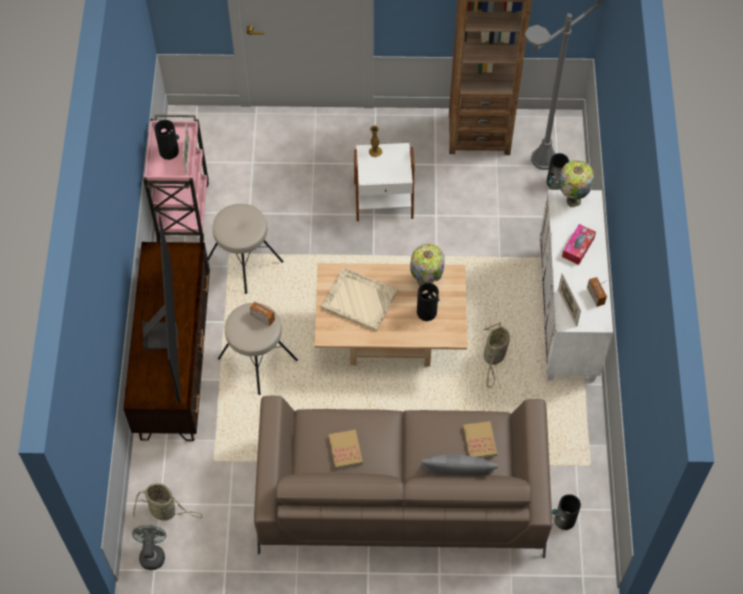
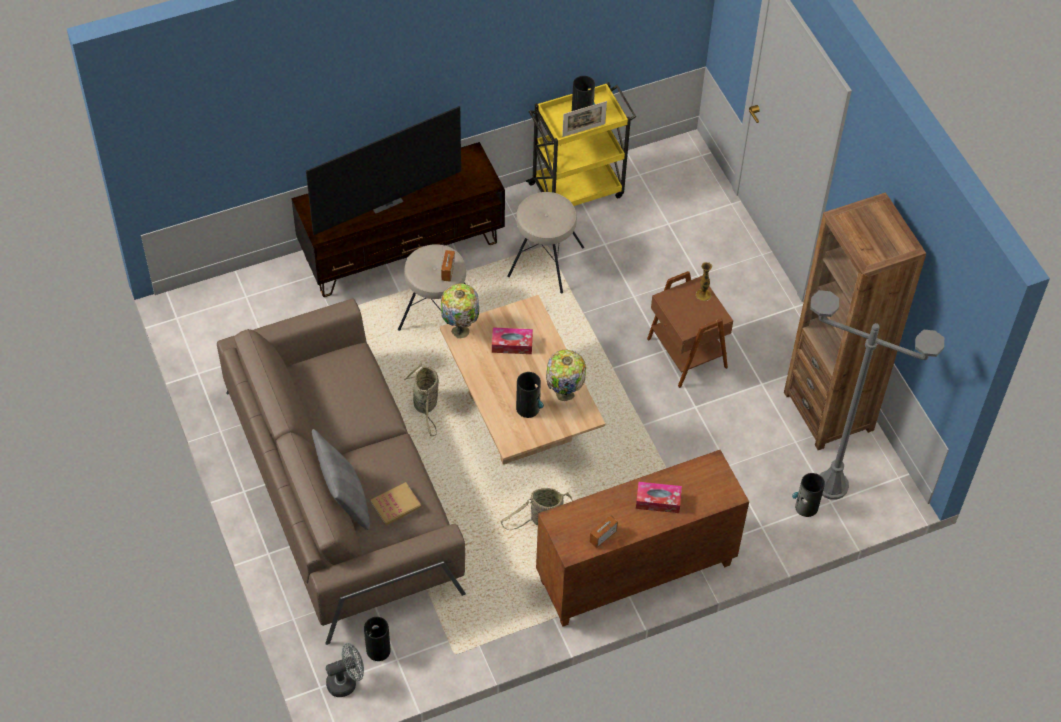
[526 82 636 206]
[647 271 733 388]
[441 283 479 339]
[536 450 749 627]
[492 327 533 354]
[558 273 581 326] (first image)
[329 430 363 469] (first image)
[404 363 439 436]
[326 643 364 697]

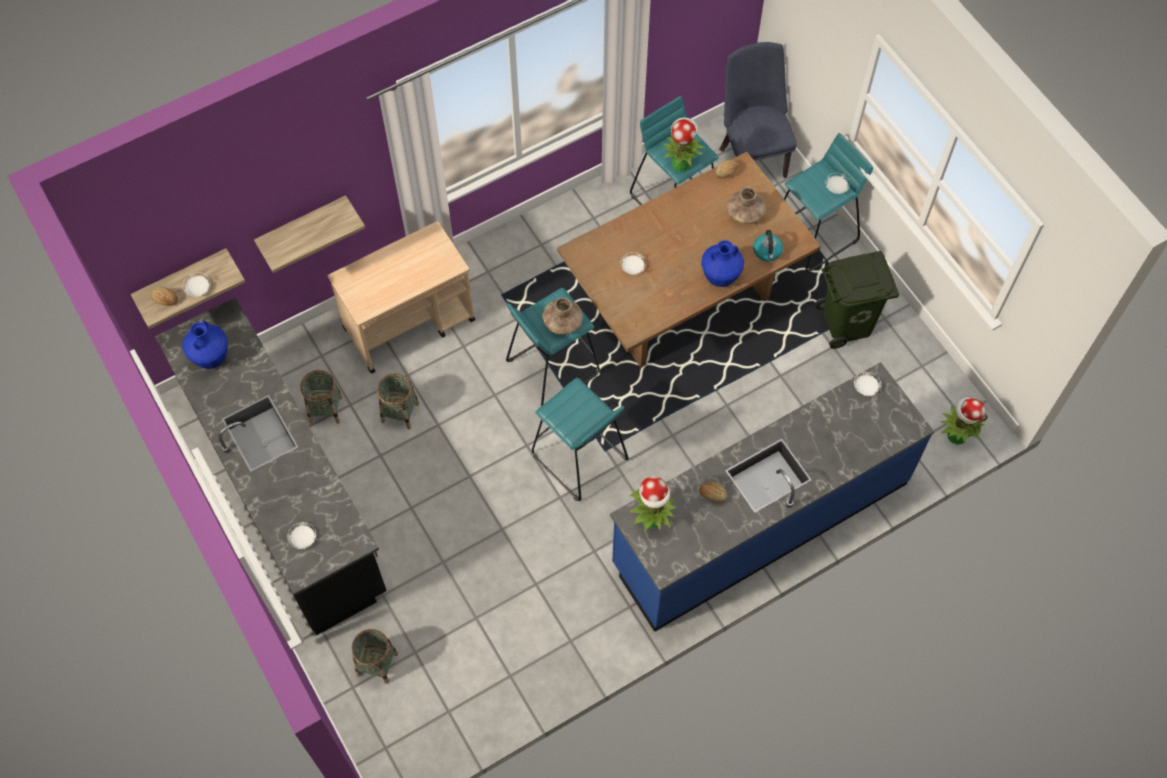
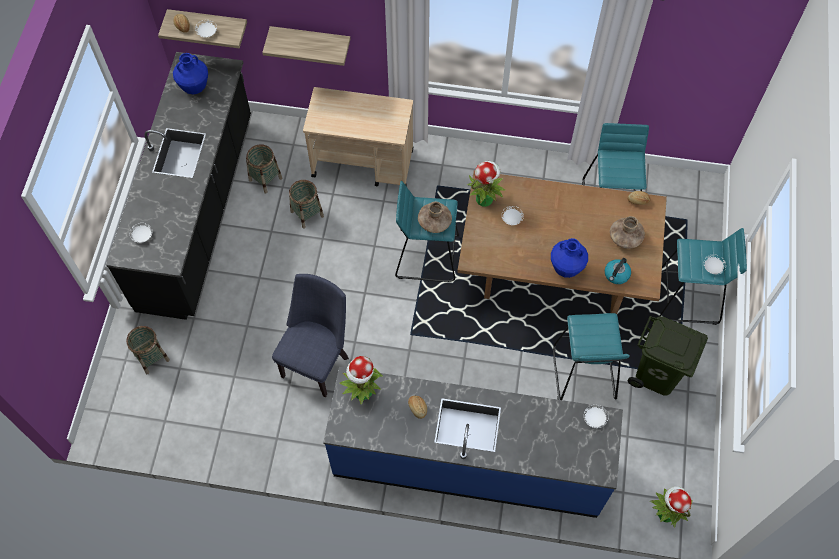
[272 274 349 397]
[467 161 506 207]
[553 313 630 400]

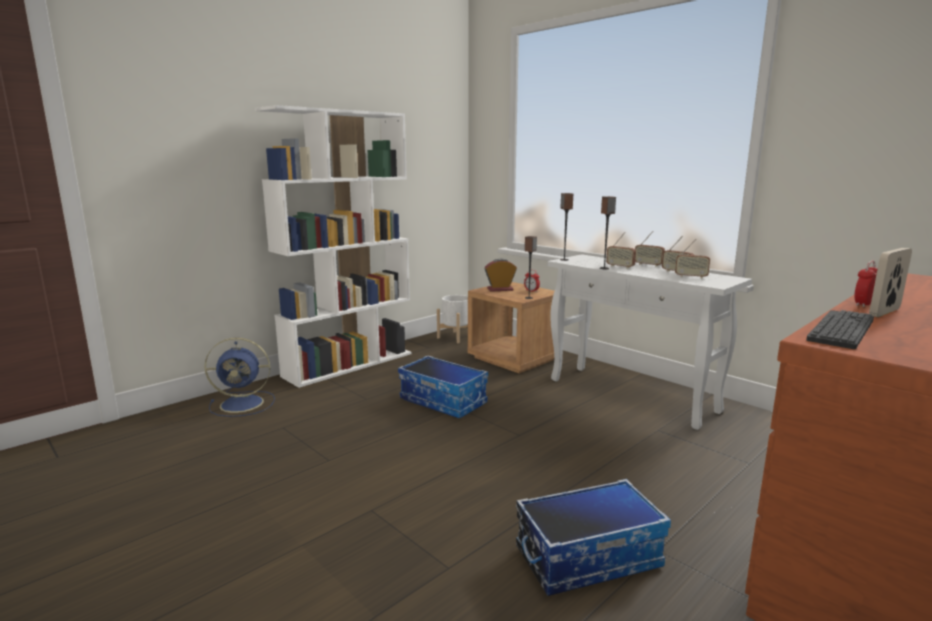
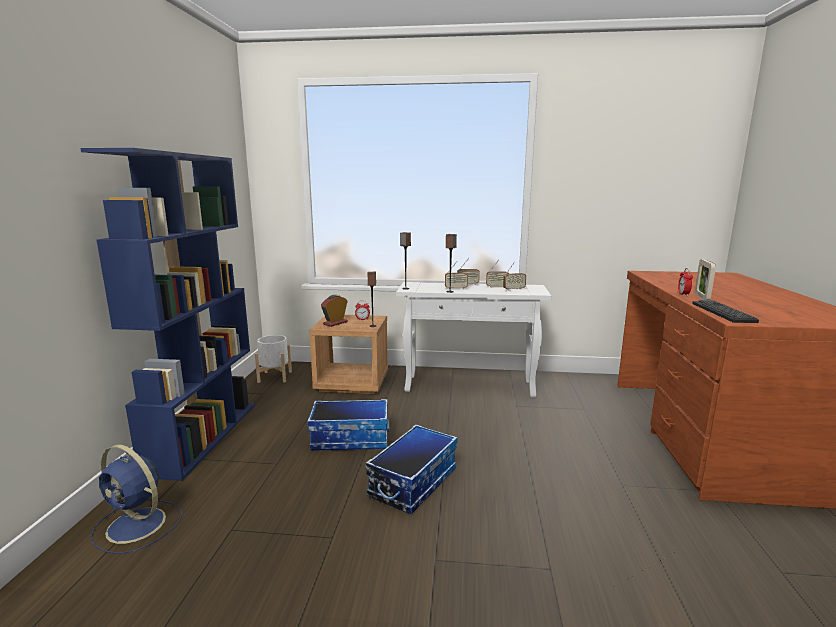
[80 148 255 481]
[91 444 182 554]
[366 424 458 514]

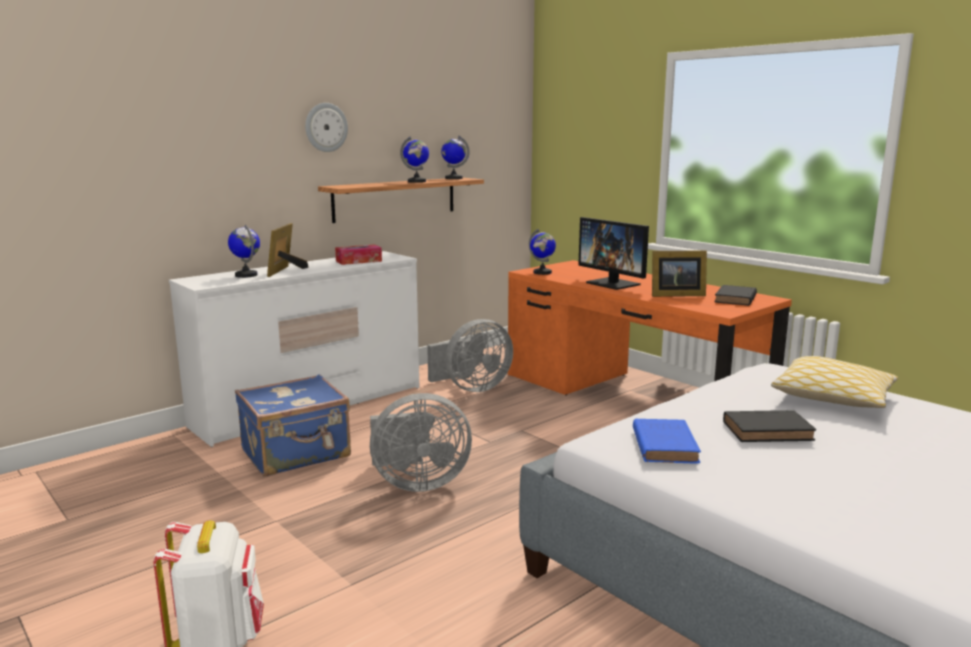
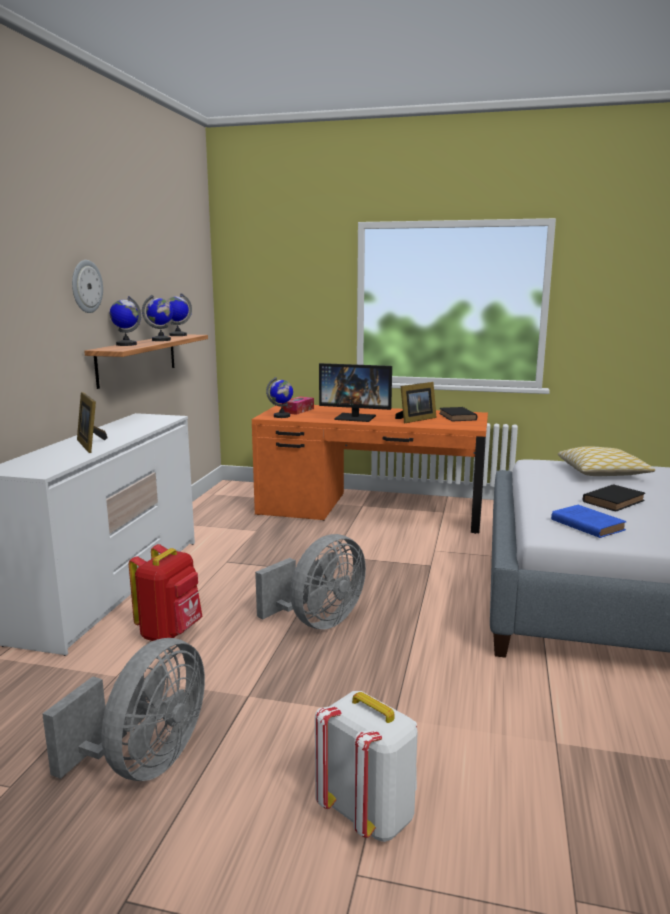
[110 296 141 346]
[282 396 314 415]
[42 638 205 781]
[129 544 202 641]

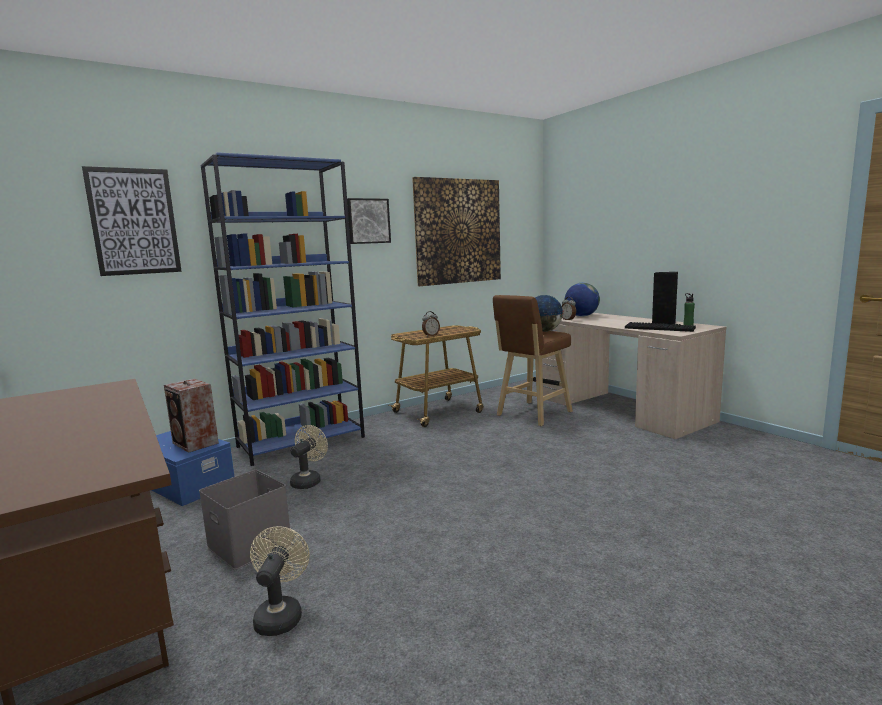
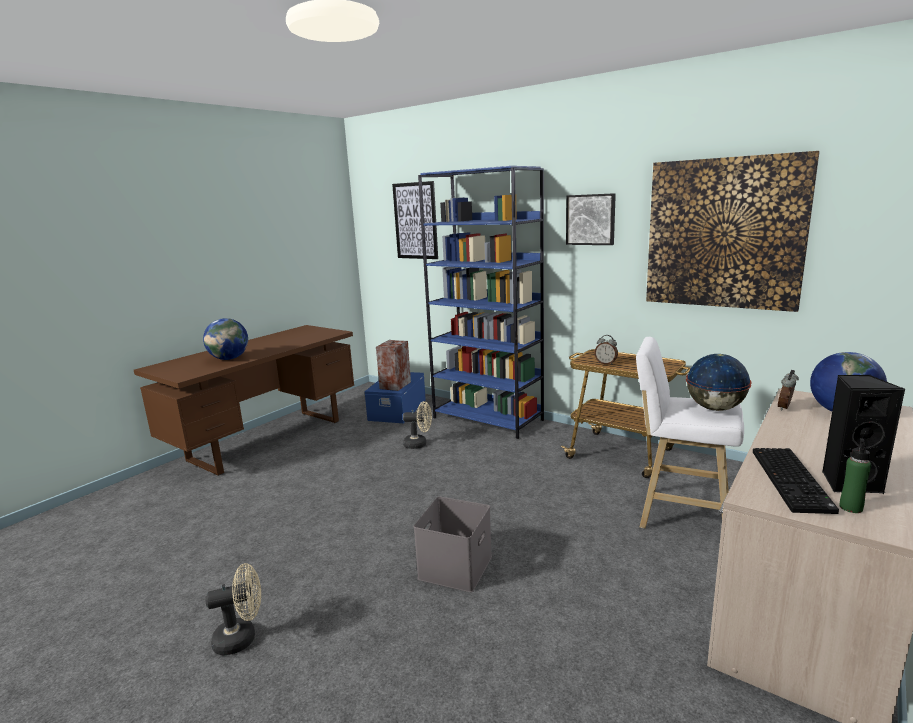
[636 337 744 529]
[414 497 492 592]
[205 563 261 656]
[203 318 248 360]

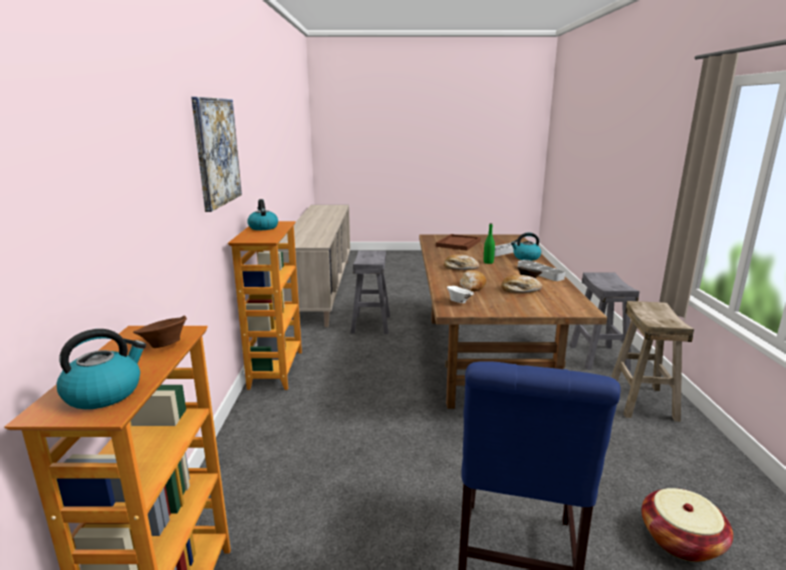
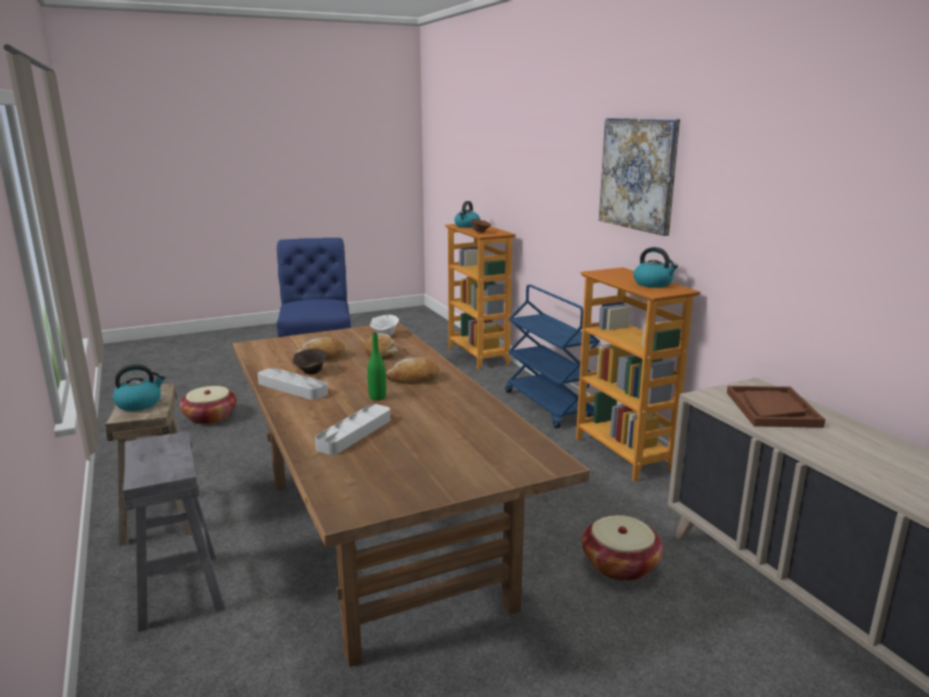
[113 364 166 411]
[727 386 825 428]
[582 515 663 581]
[506 284 600 428]

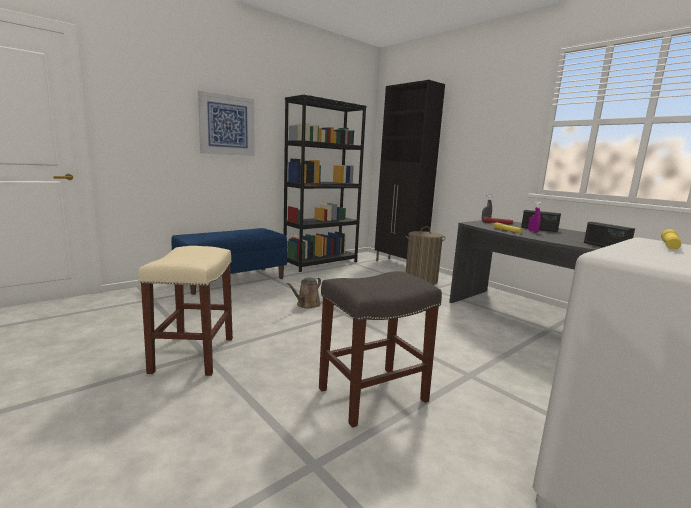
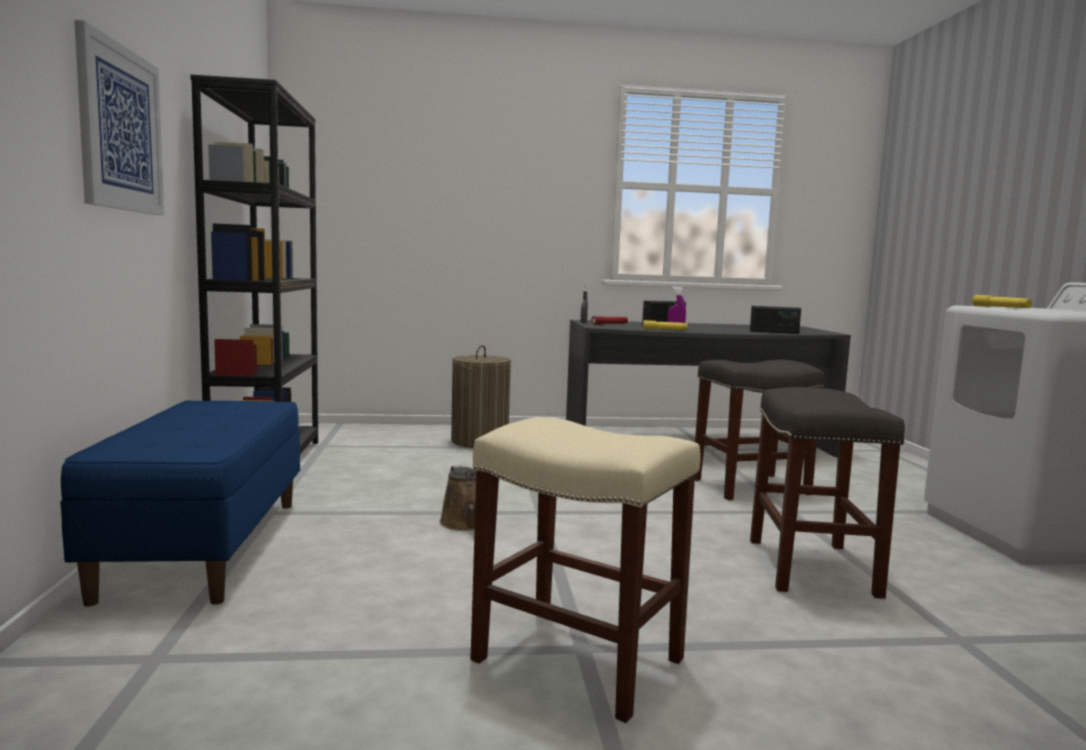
[375 80 445 261] (first image)
[695 360 824 500]

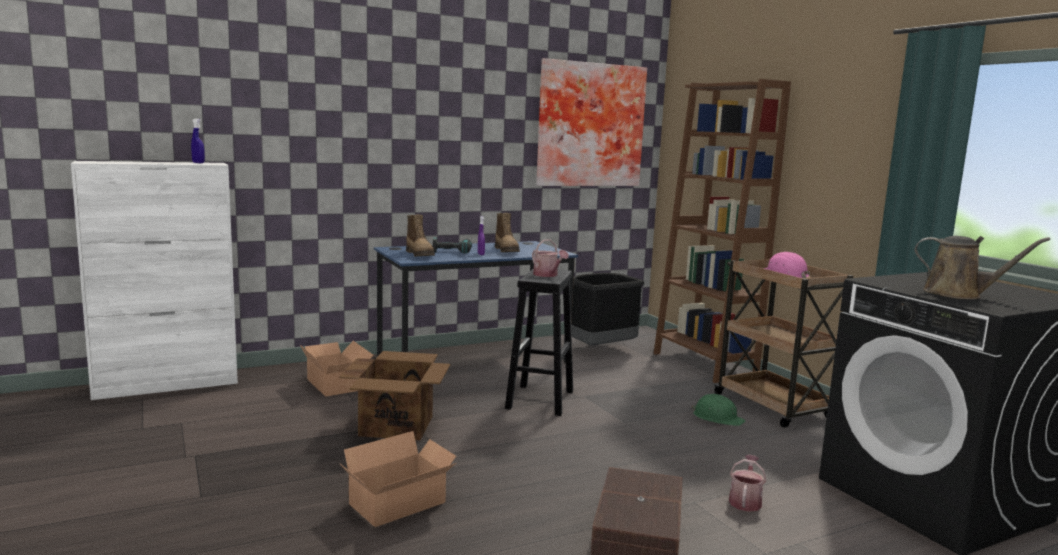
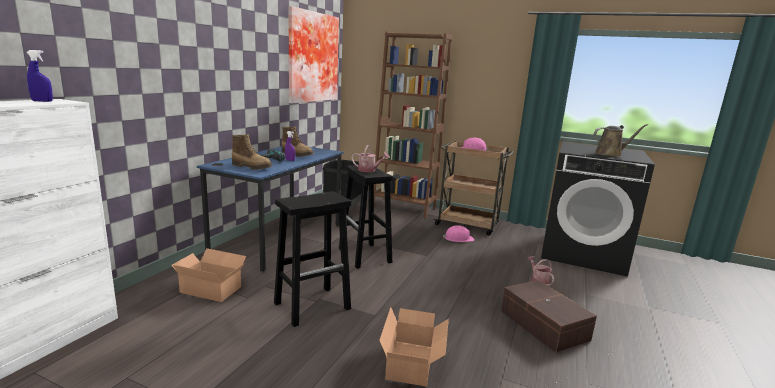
[274 191 351 327]
[443 225 474 242]

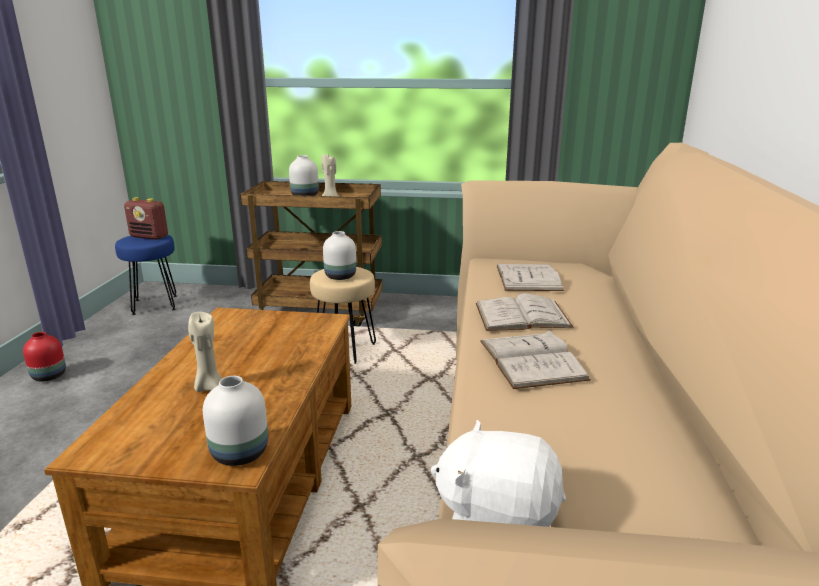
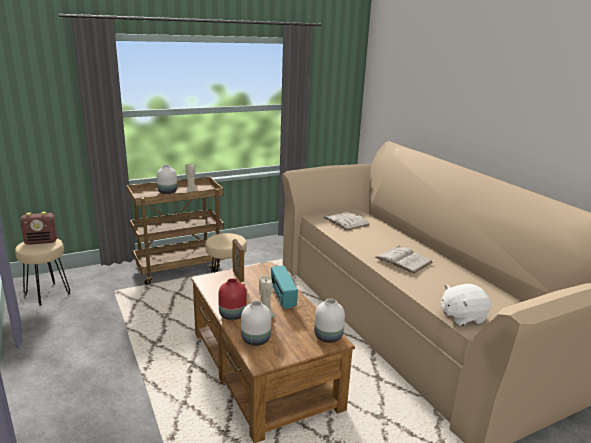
[241 301 271 346]
[15 238 71 306]
[476 293 574 331] (first image)
[218 278 247 320]
[232 239 244 282]
[271 266 298 309]

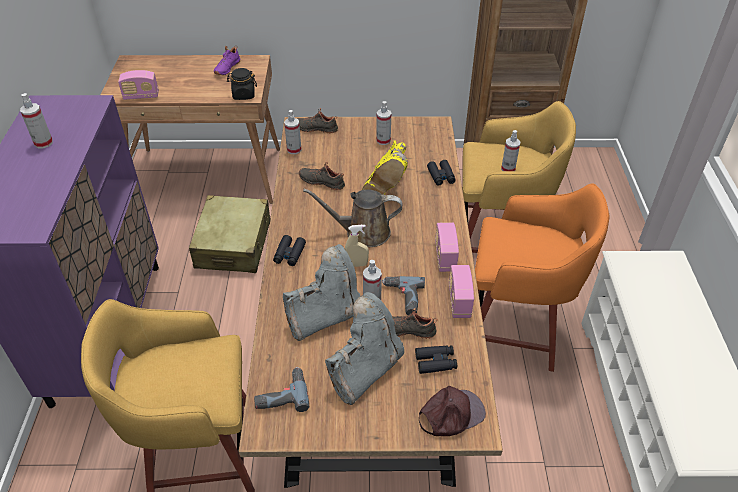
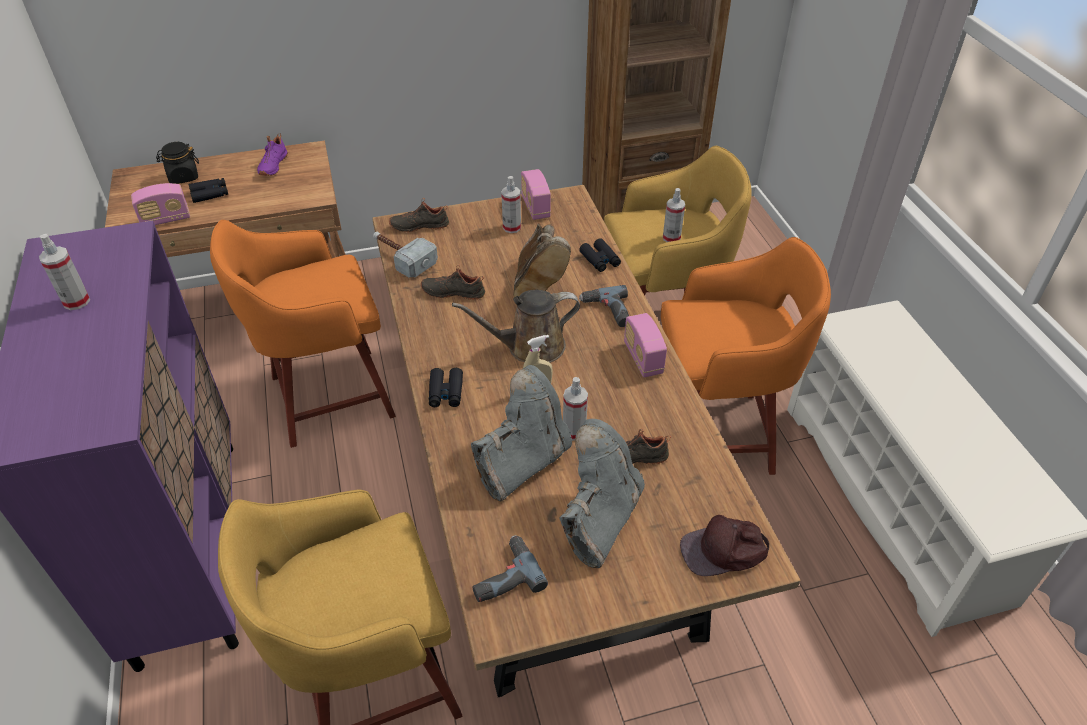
[156 142 199 184]
[373 232 438 278]
[514 223 571 297]
[210 220 396 448]
[521 169 551 220]
[579 285 629 327]
[188 178 228 203]
[680 515 769 576]

